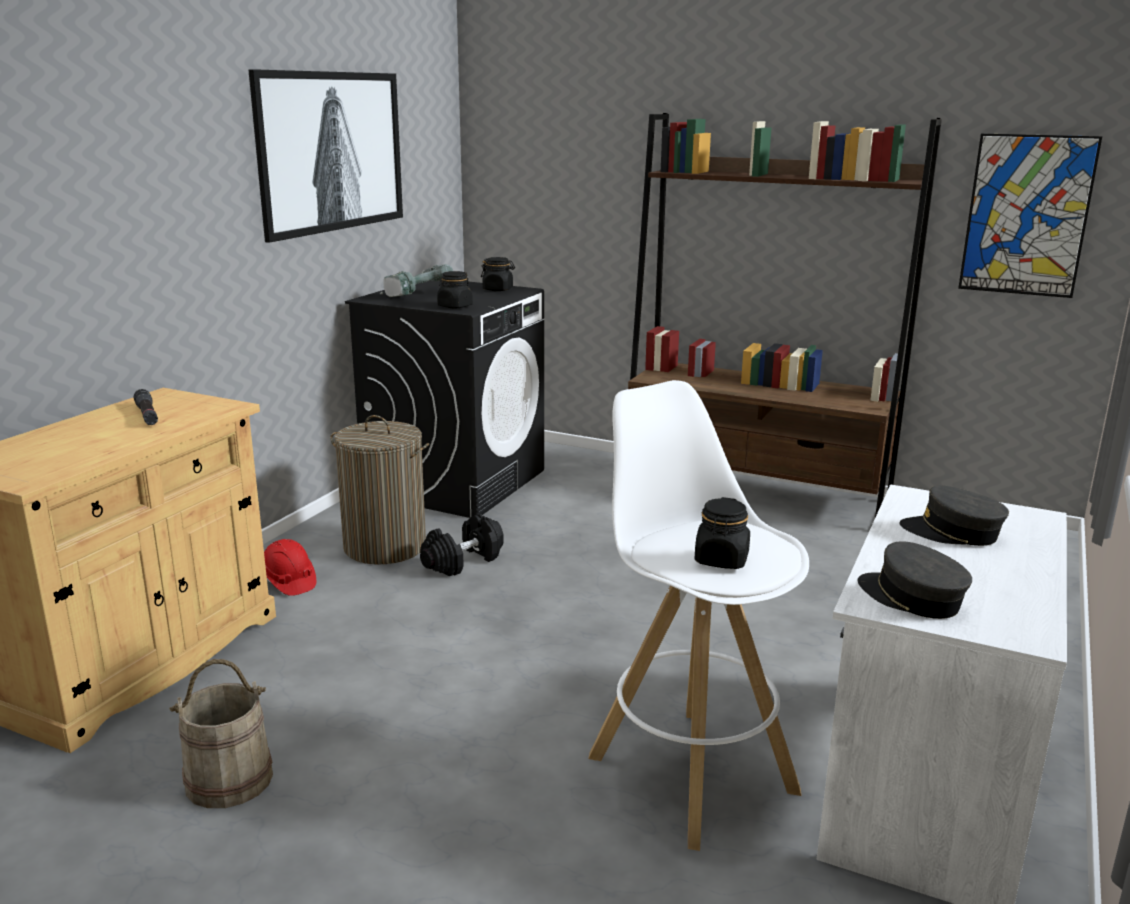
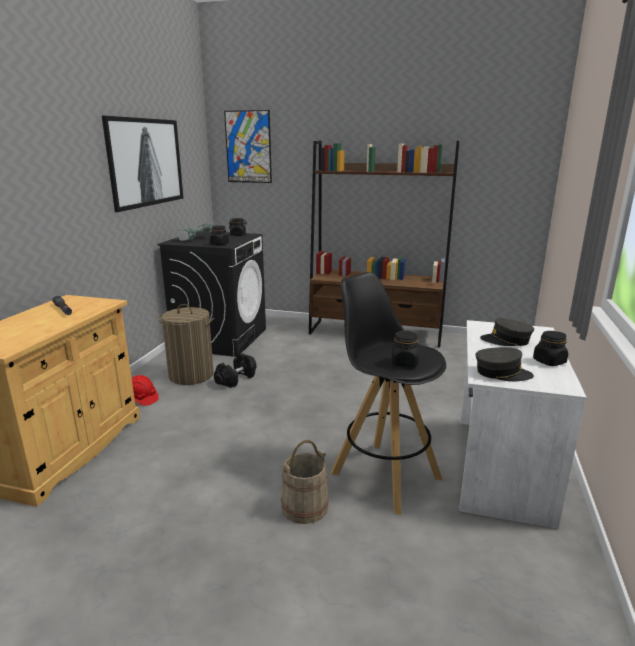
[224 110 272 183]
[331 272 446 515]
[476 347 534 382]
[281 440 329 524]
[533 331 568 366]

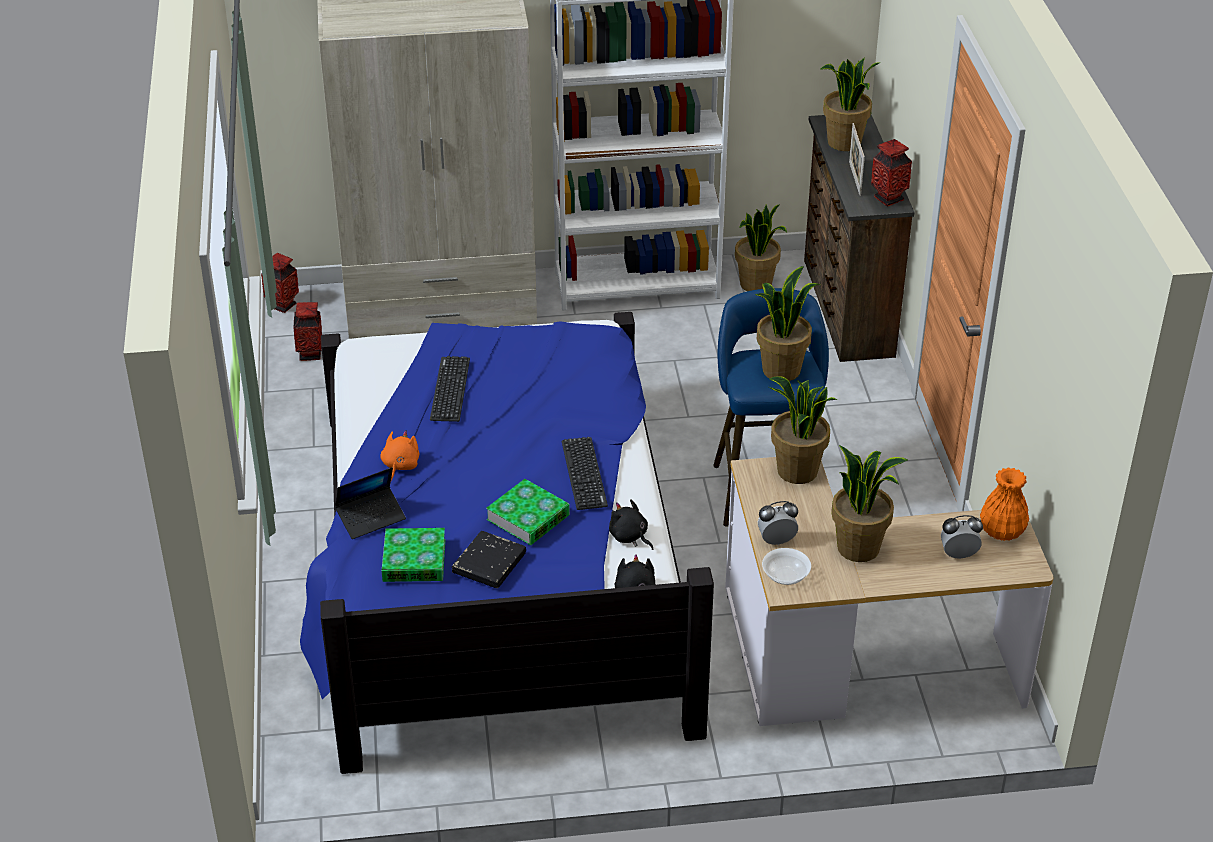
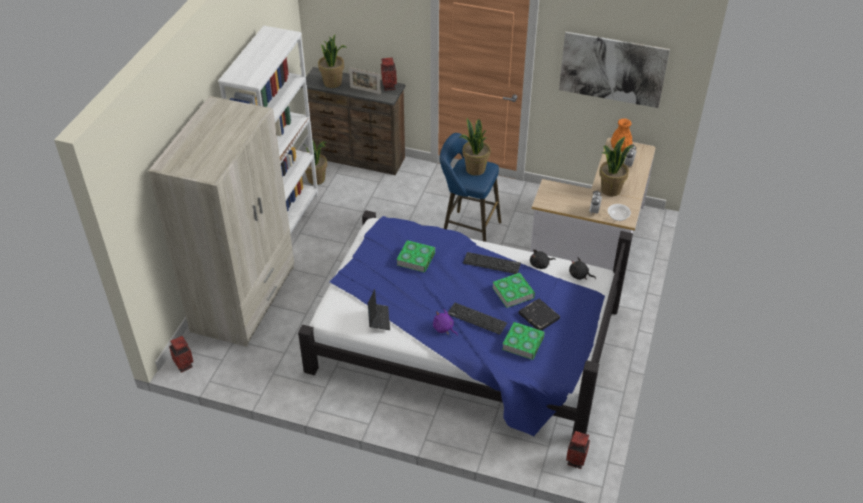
[566 431 590 469]
[448 303 507 335]
[769 376 837 484] (first image)
[433 309 458 336]
[368 289 390 330]
[559 32 670 108]
[396 240 435 273]

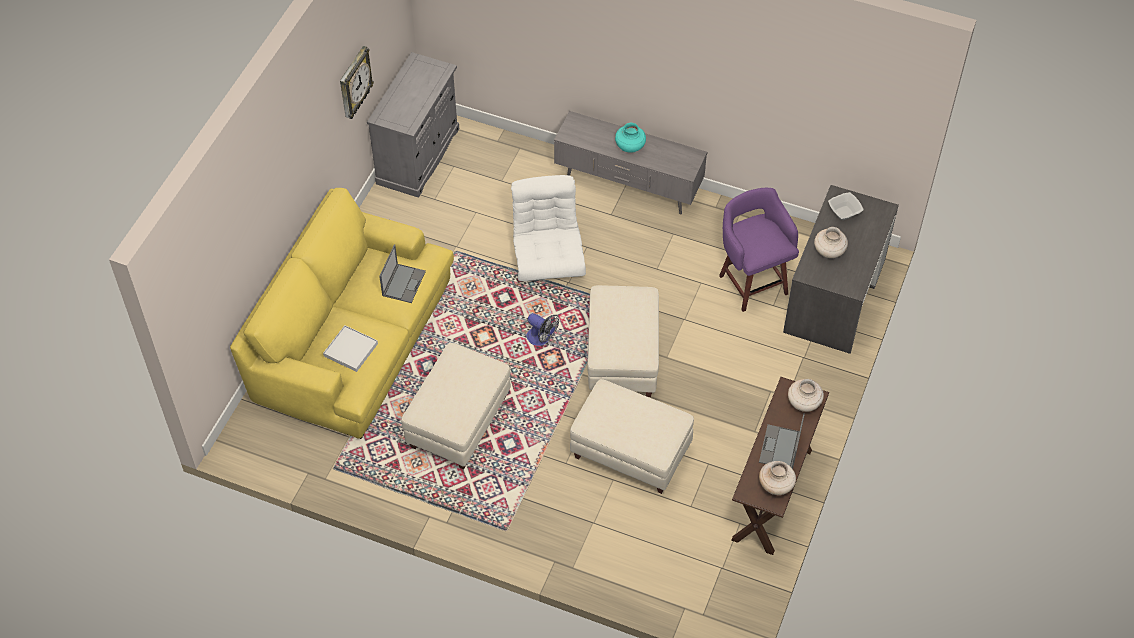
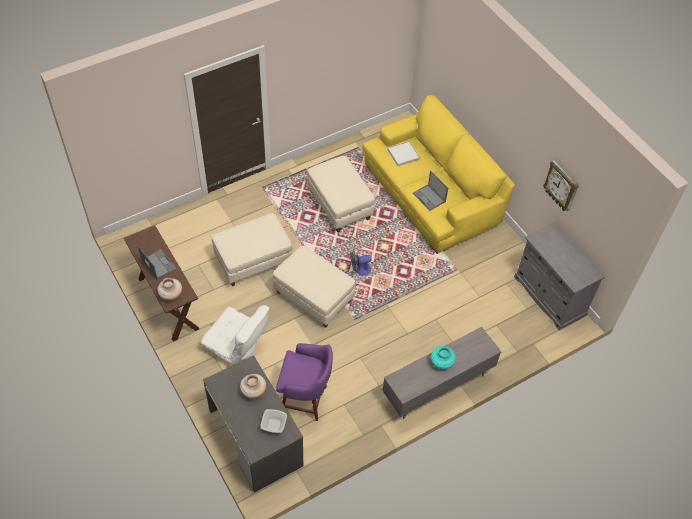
[200 305 269 364]
[759 461 796 495] (first image)

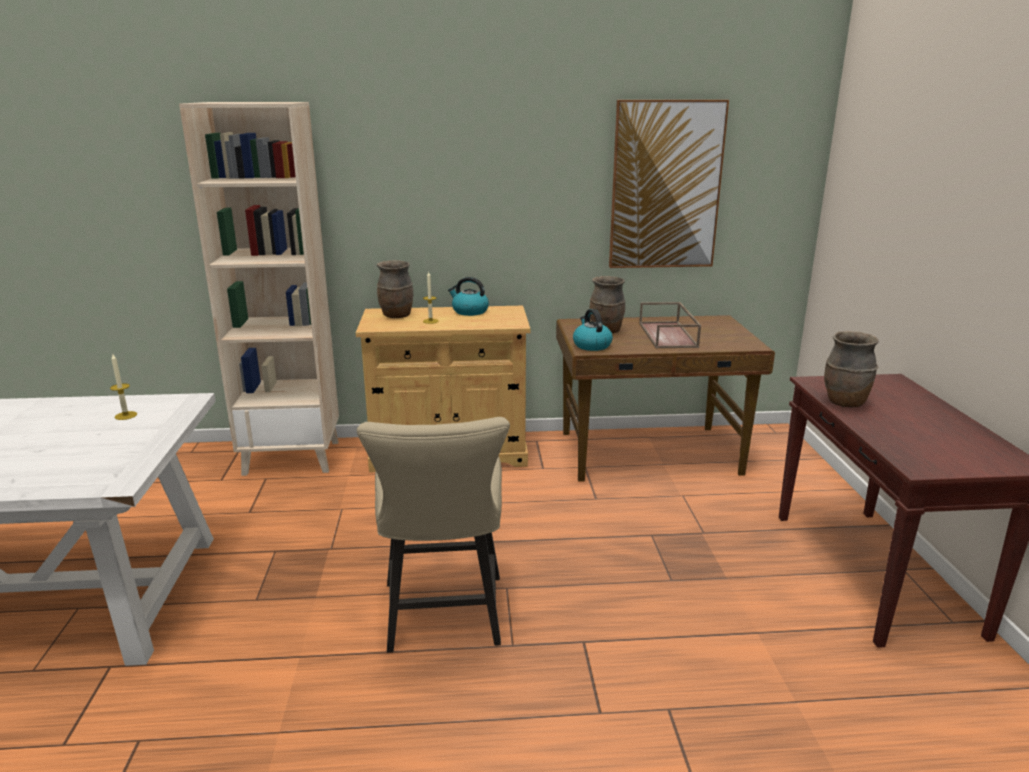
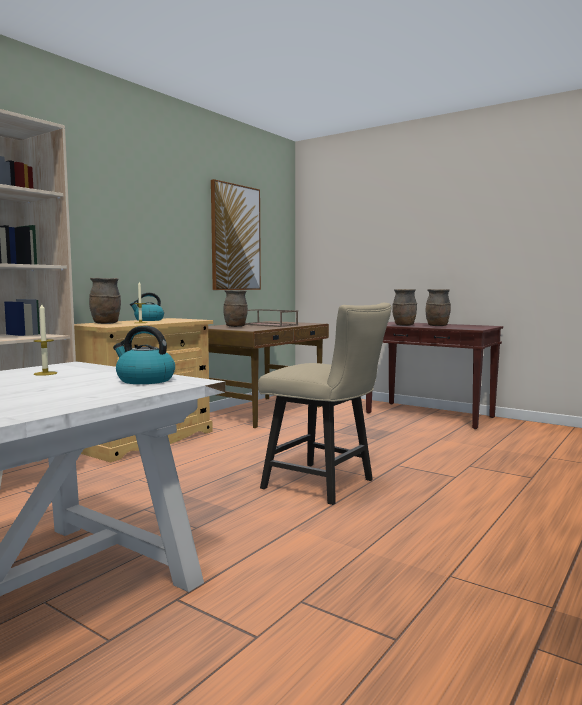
[113 326 175 384]
[426 289 451 326]

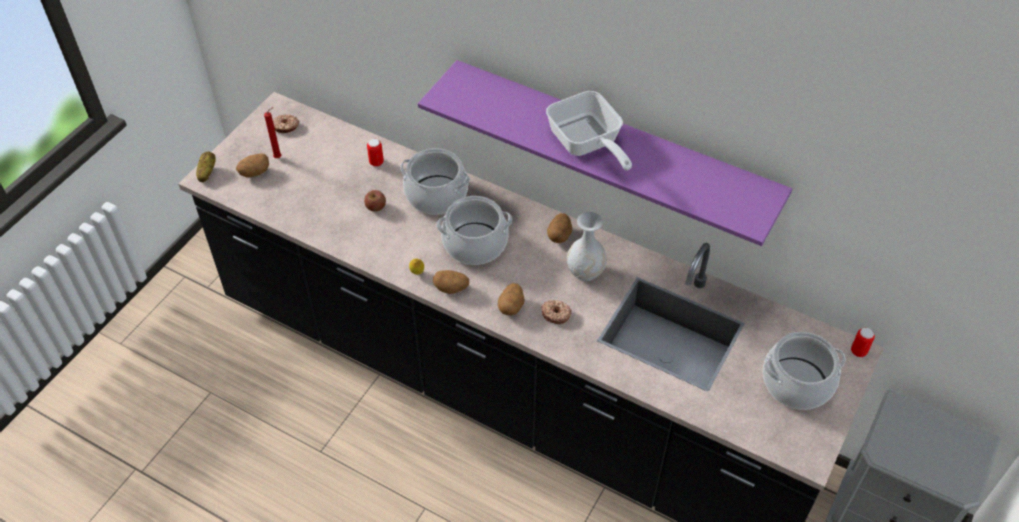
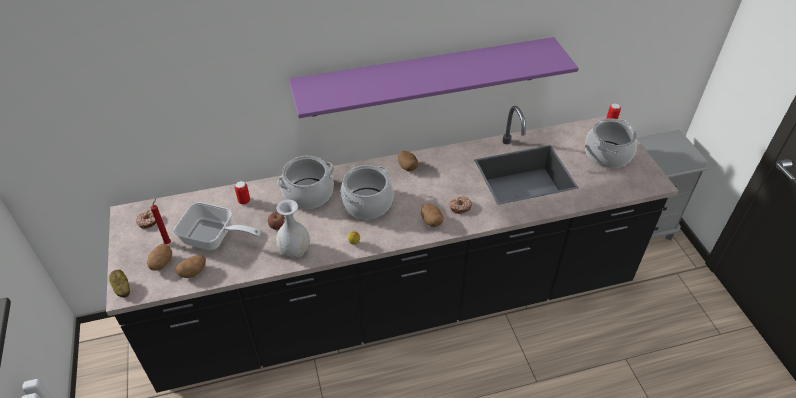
[174 202 261 250]
[276 200 310 259]
[176 255 206 278]

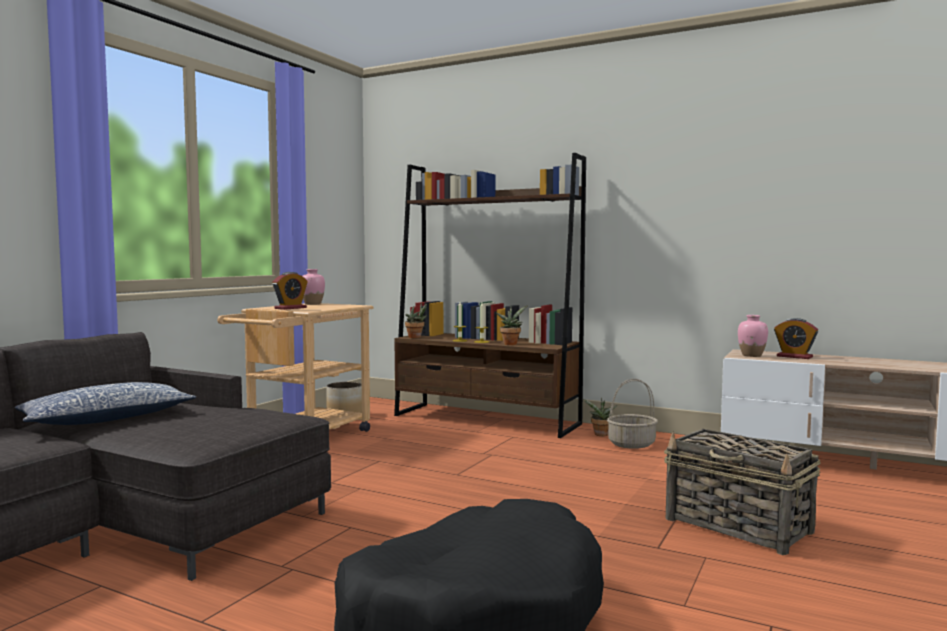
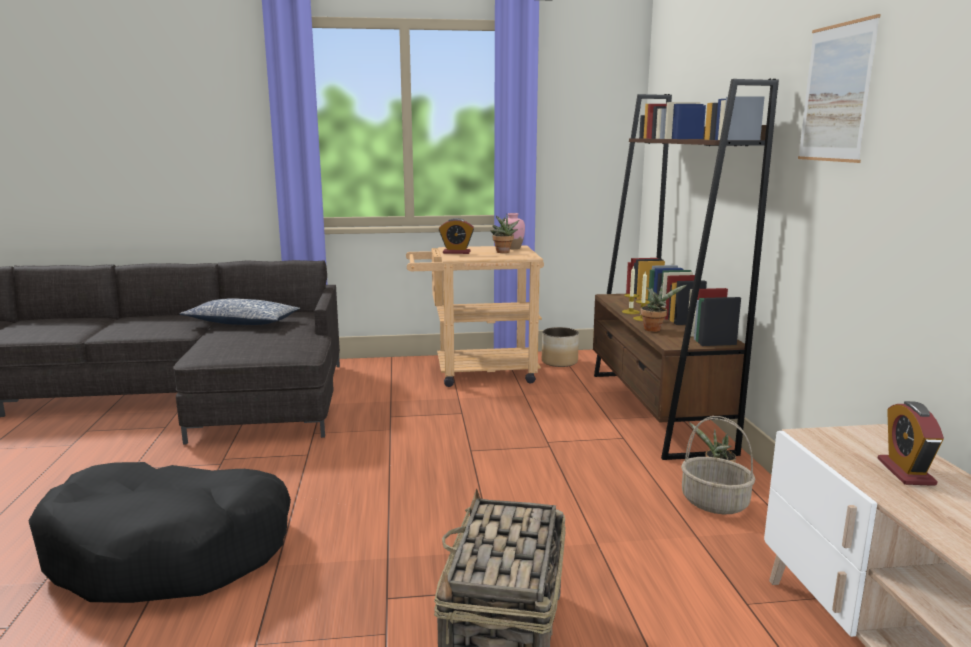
[490 214 519 253]
[738 315 768 357] (first image)
[798 14 880 163]

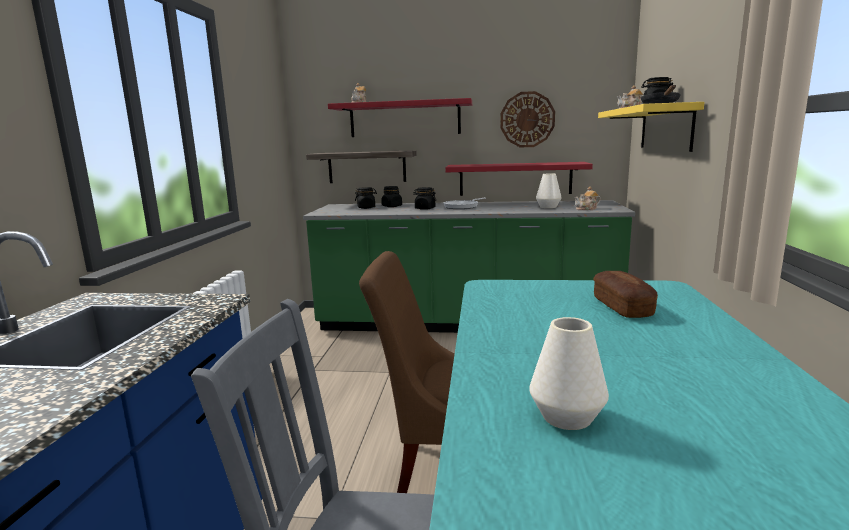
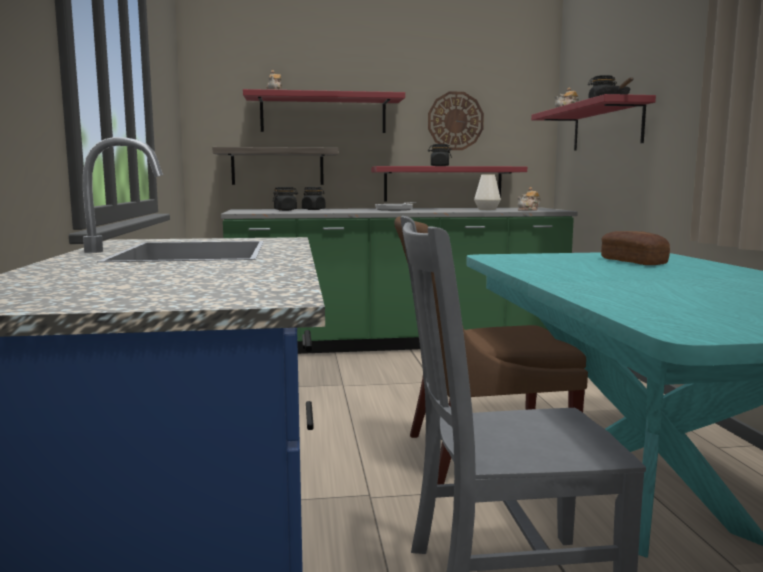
[531 94 656 151]
[428 144 452 166]
[529 317 609 430] (first image)

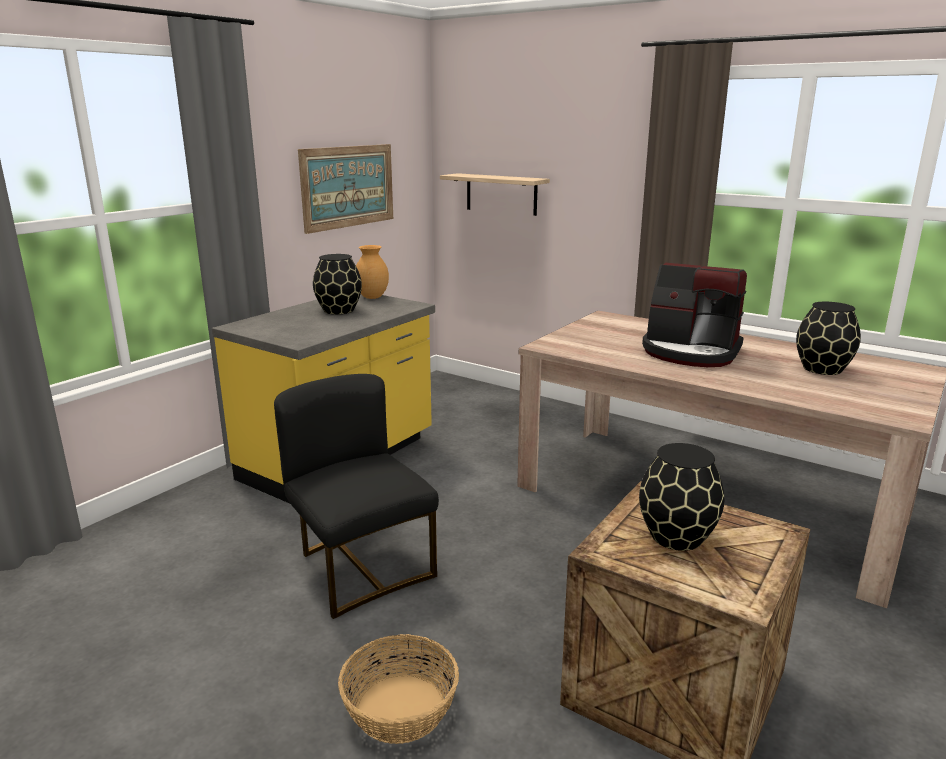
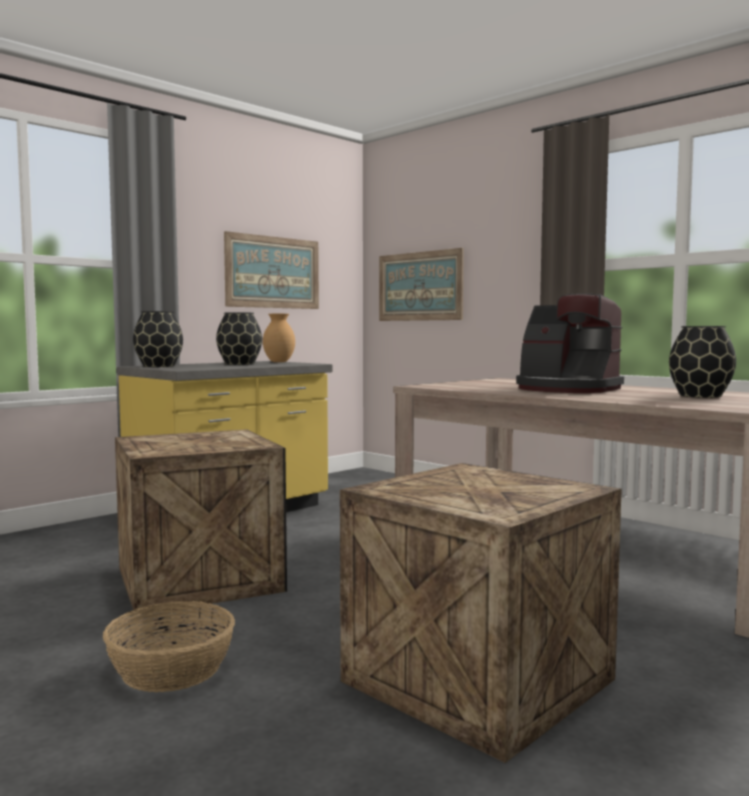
[379 248 464 321]
[115 429 287 612]
[133 311 183 367]

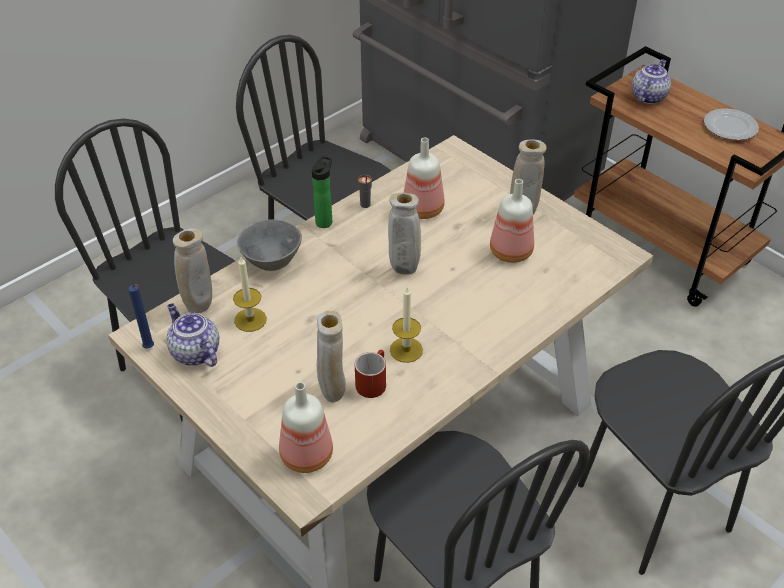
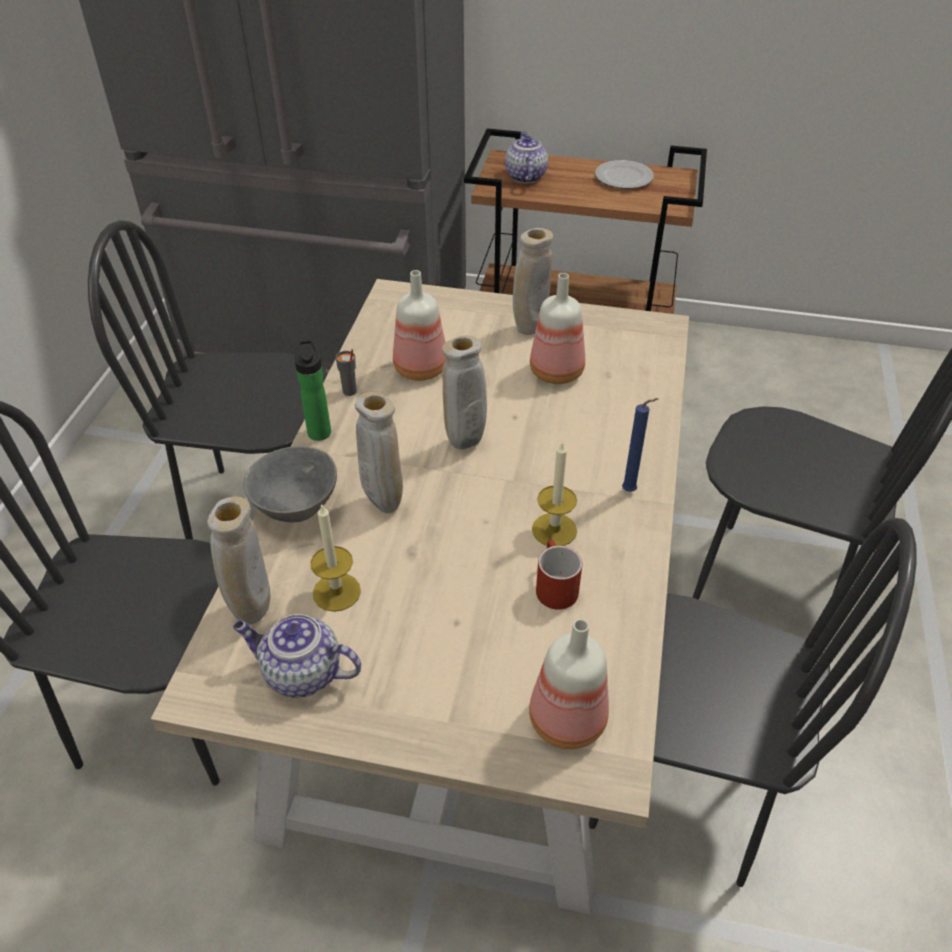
[622 398 658 492]
[355 392 403 513]

